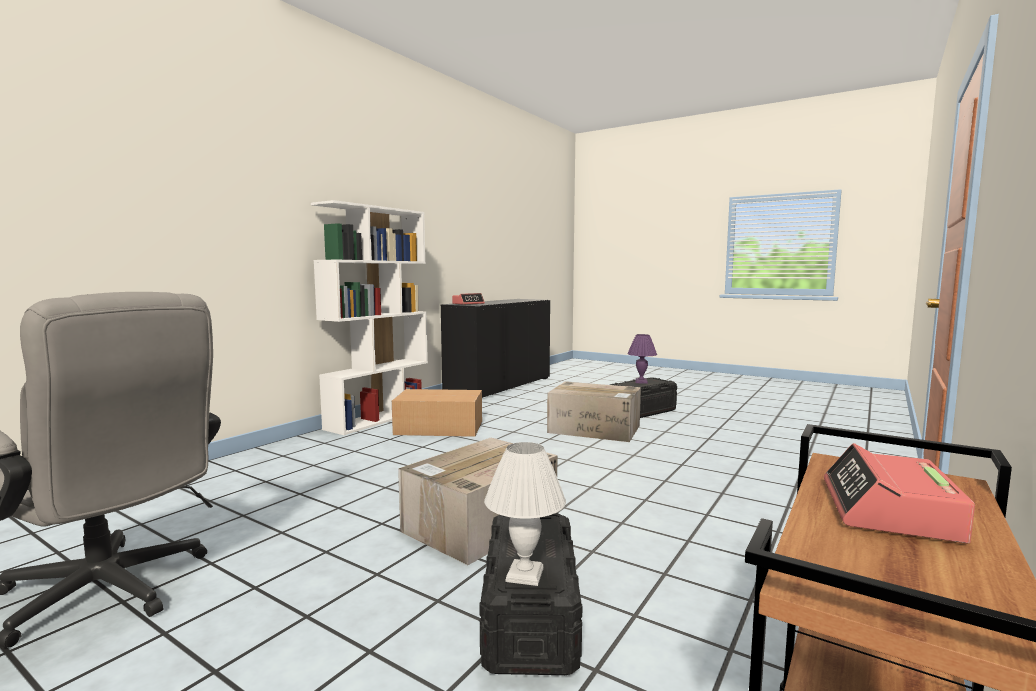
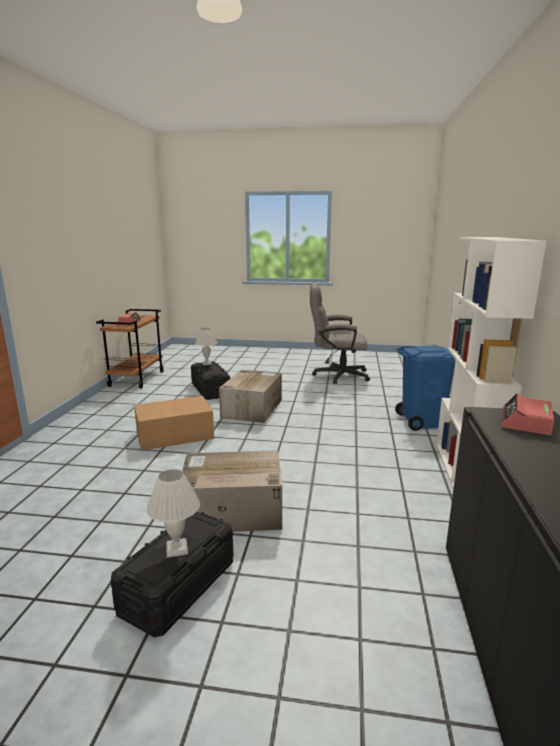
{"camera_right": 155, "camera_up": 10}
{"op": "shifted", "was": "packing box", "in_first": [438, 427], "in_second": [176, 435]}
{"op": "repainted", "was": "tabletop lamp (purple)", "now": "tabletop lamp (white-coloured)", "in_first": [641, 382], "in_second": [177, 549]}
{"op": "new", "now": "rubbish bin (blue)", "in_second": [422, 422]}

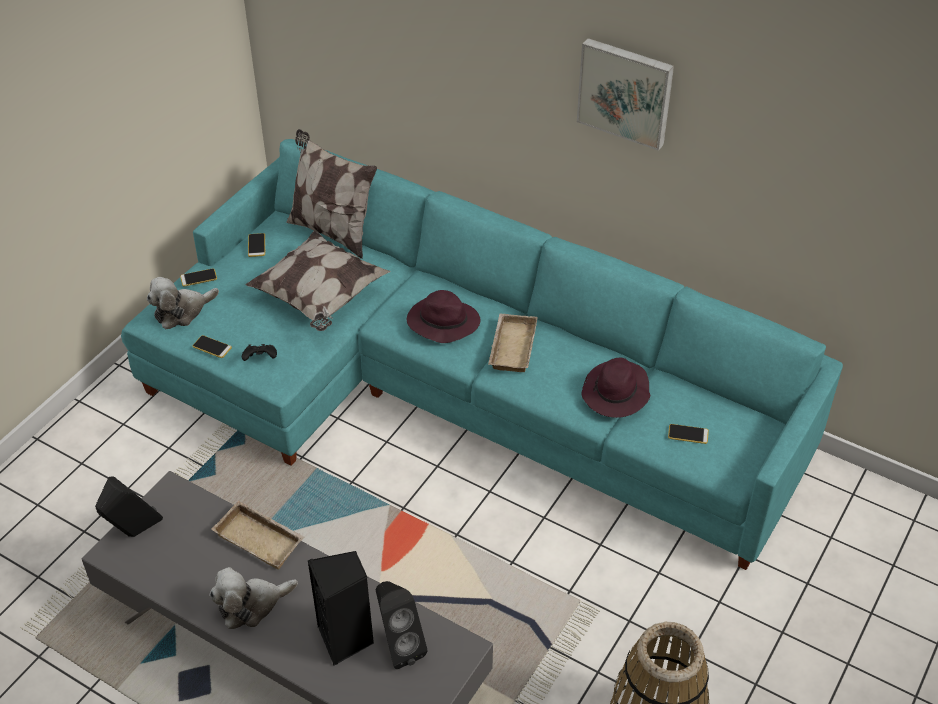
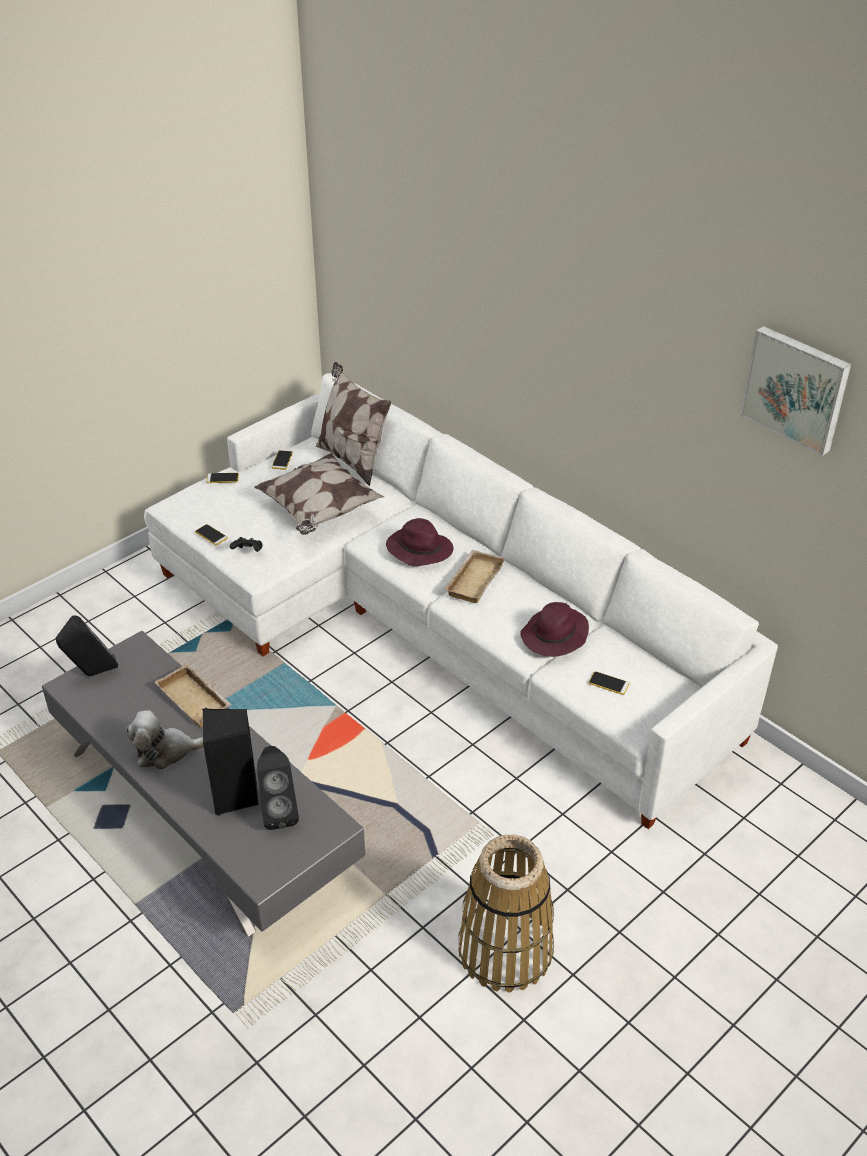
{"camera_right": 15, "camera_up": -5}
{"op": "repainted", "was": "sofa (blue-green)", "now": "sofa (white-coloured)", "in_first": [454, 390], "in_second": [432, 621]}
{"op": "gone", "was": "plush toy", "in_first": [182, 311]}
{"op": "shifted", "was": "wall picture", "in_first": [626, 92], "in_second": [796, 388]}

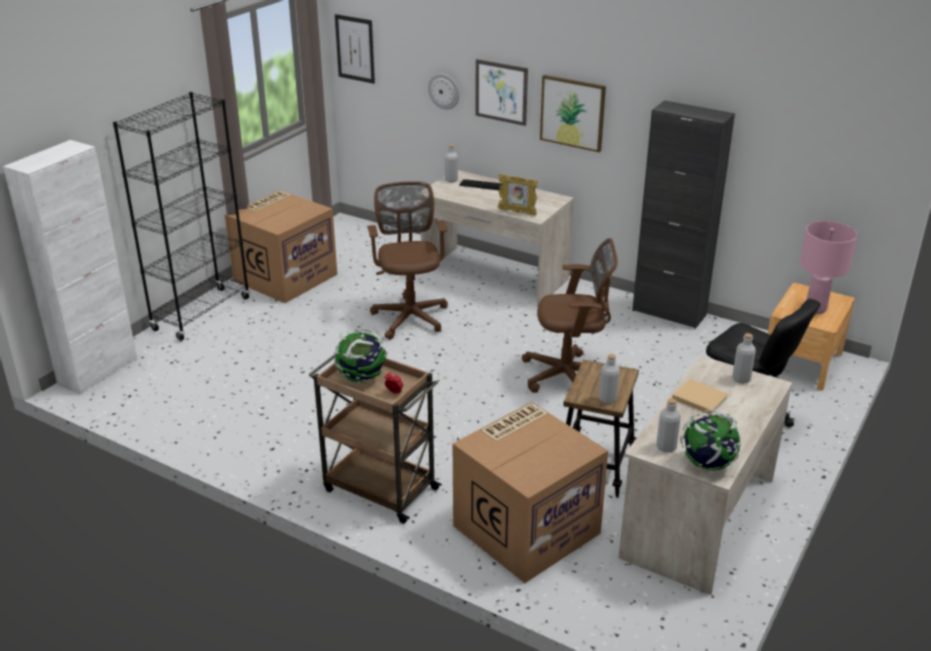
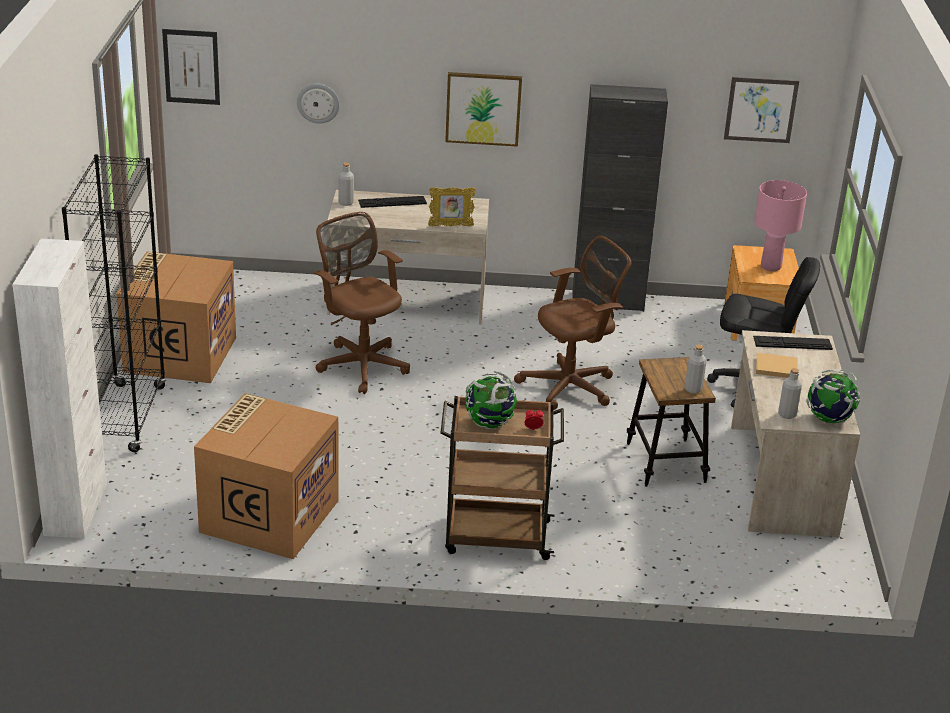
{"camera_right": -30, "camera_up": 0}
{"op": "shifted", "was": "packing box", "in_first": [526, 527], "in_second": [269, 515]}
{"op": "shifted", "was": "wall picture", "in_first": [501, 92], "in_second": [760, 109]}
{"op": "swapped", "was": "bottle (gray)", "now": "PC keyboard", "in_first": [741, 379], "in_second": [792, 343]}

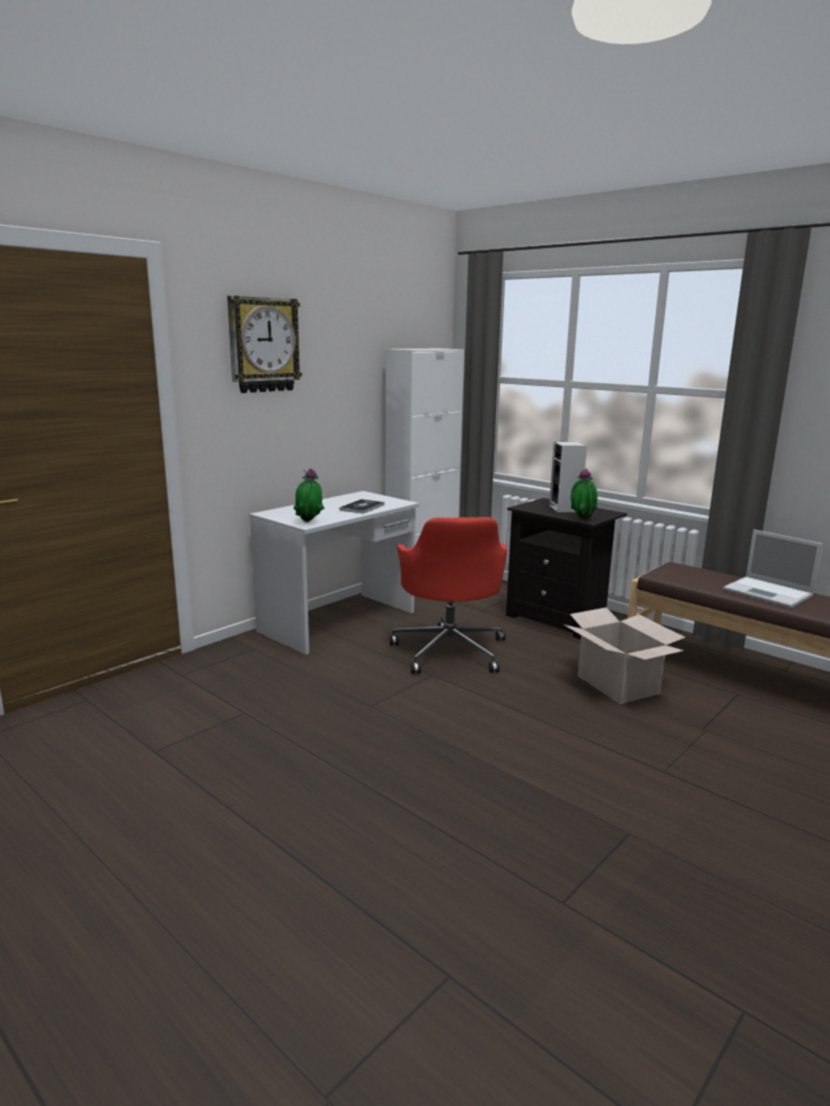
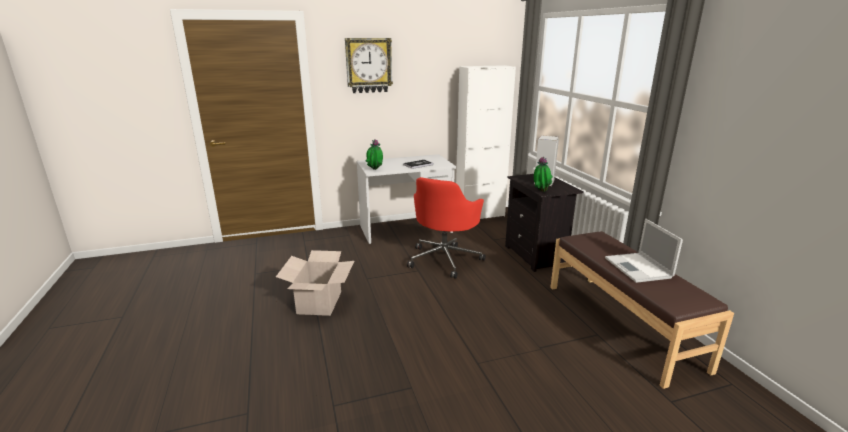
{"camera_right": 30, "camera_up": 5}
{"op": "shifted", "was": "packing box", "in_first": [617, 685], "in_second": [319, 302]}

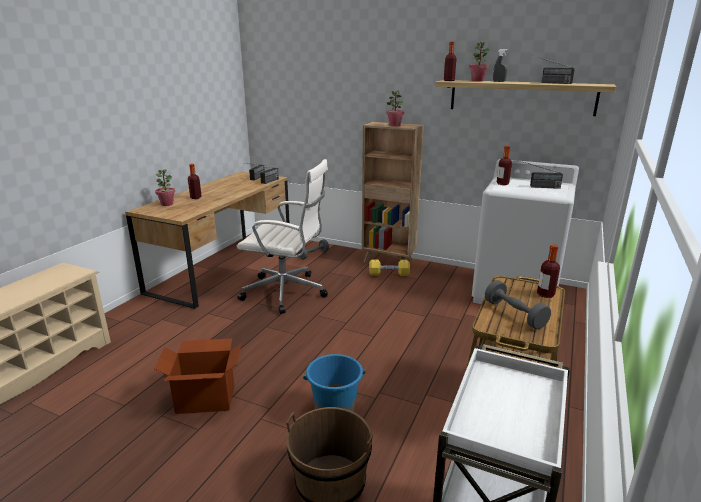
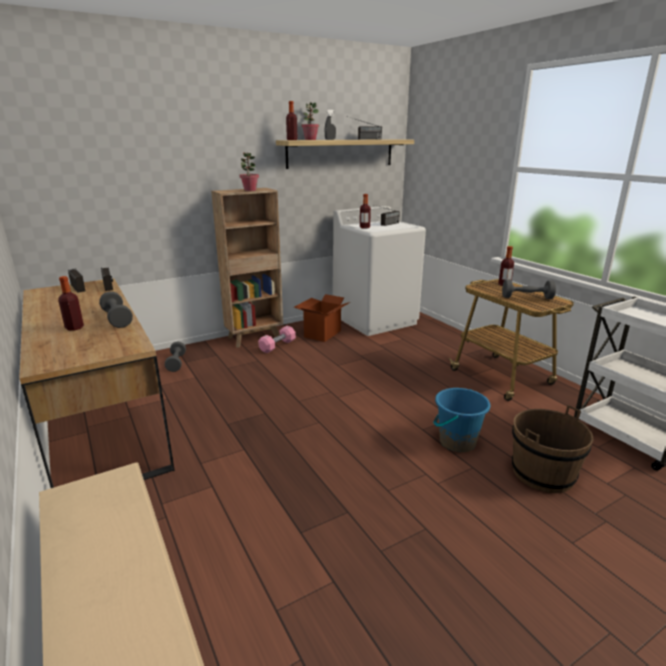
{"camera_right": -55, "camera_up": 0}
{"op": "gone", "was": "plant in a pot", "in_first": [167, 204]}
{"op": "shifted", "was": "packing box", "in_first": [205, 399], "in_second": [322, 334]}
{"op": "gone", "was": "desk chair (white-coloured)", "in_first": [287, 292]}
{"op": "repainted", "was": "free weight (yellowish)", "now": "free weight (pinkish)", "in_first": [389, 274], "in_second": [277, 346]}
{"op": "new", "now": "free weight (gray)", "in_second": [117, 319]}

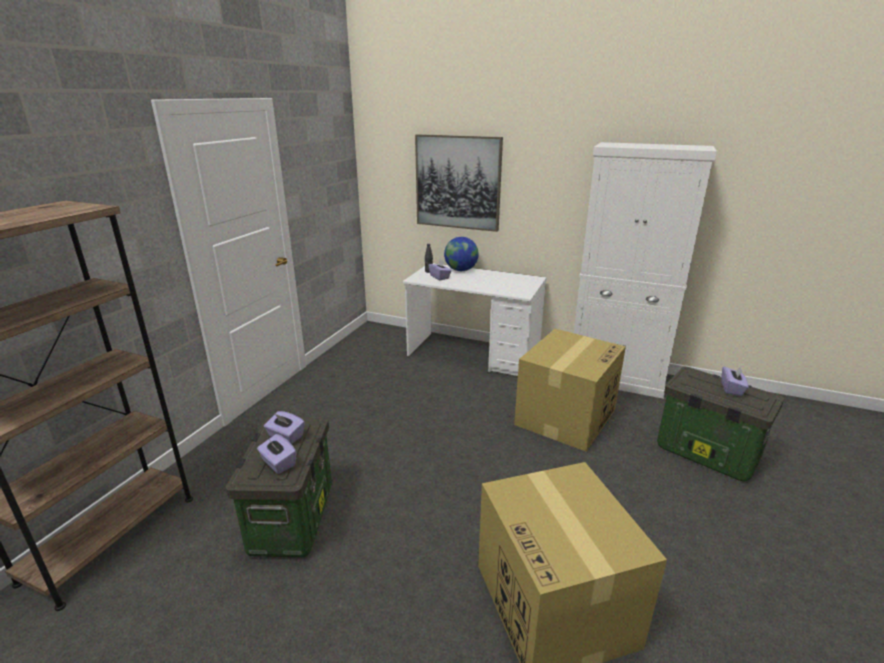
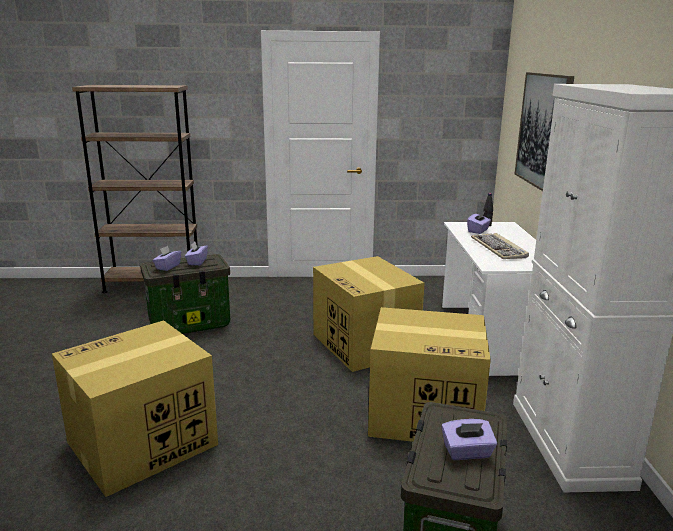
{"camera_right": 65, "camera_up": -5}
{"op": "gone", "was": "desk globe", "in_first": [461, 270]}
{"op": "new", "now": "packing box", "in_second": [366, 344]}
{"op": "new", "now": "PC keyboard", "in_second": [499, 248]}

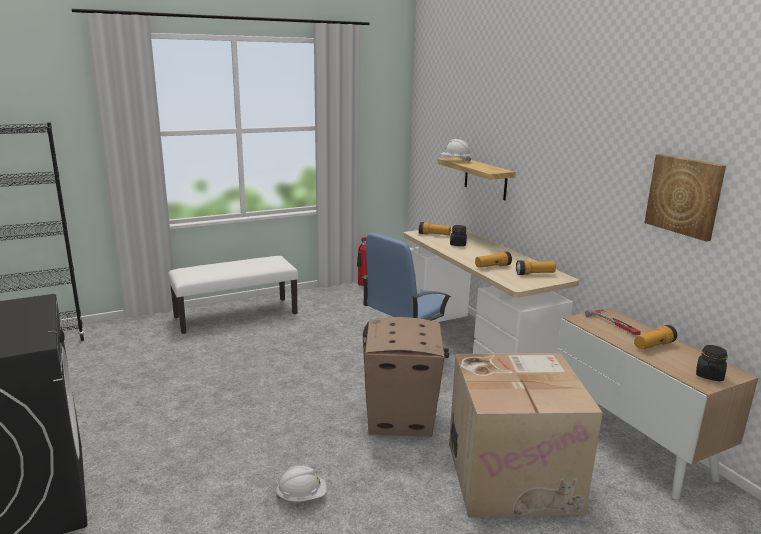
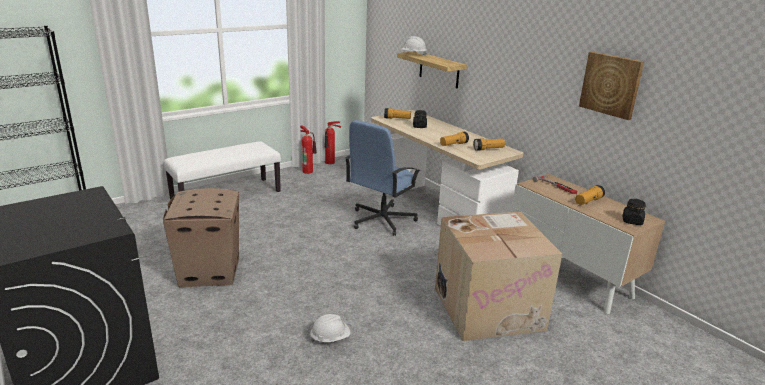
{"camera_right": -10, "camera_up": 5}
{"op": "shifted", "was": "packing box", "in_first": [400, 419], "in_second": [209, 272]}
{"op": "new", "now": "fire-fighting cylinder", "in_second": [308, 171]}

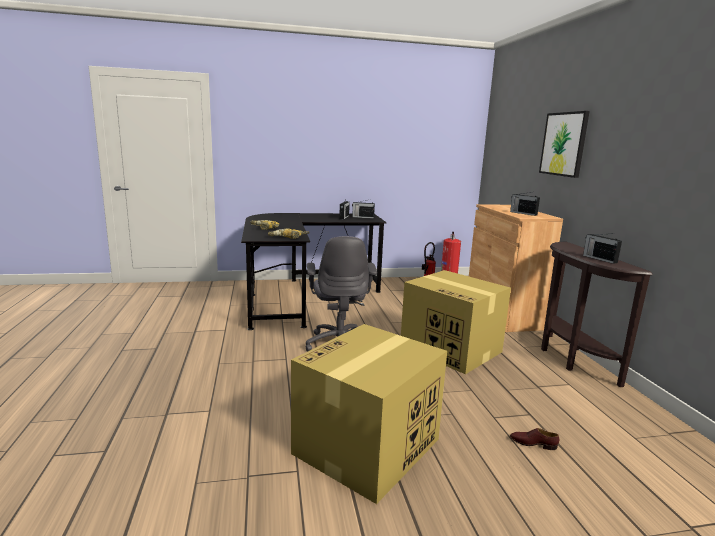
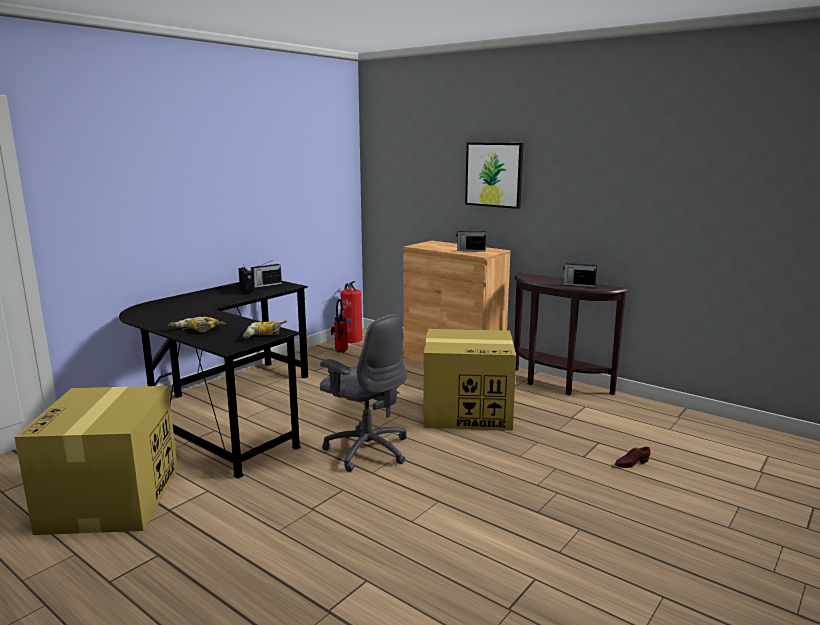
{"camera_right": -40, "camera_up": 0}
{"op": "shifted", "was": "packing box", "in_first": [366, 447], "in_second": [111, 500]}

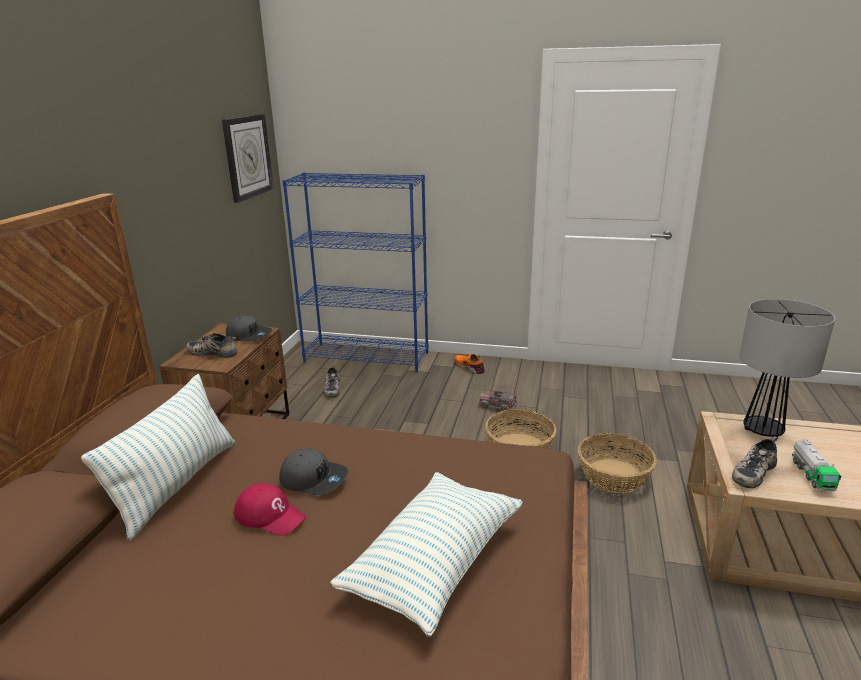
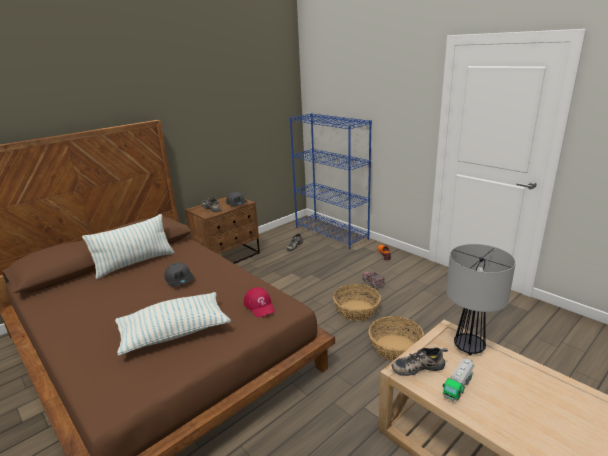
{"camera_right": 35, "camera_up": 0}
{"op": "gone", "was": "hanging clock", "in_first": [247, 156]}
{"op": "shifted", "was": "cap (reddish)", "in_first": [270, 515], "in_second": [260, 306]}

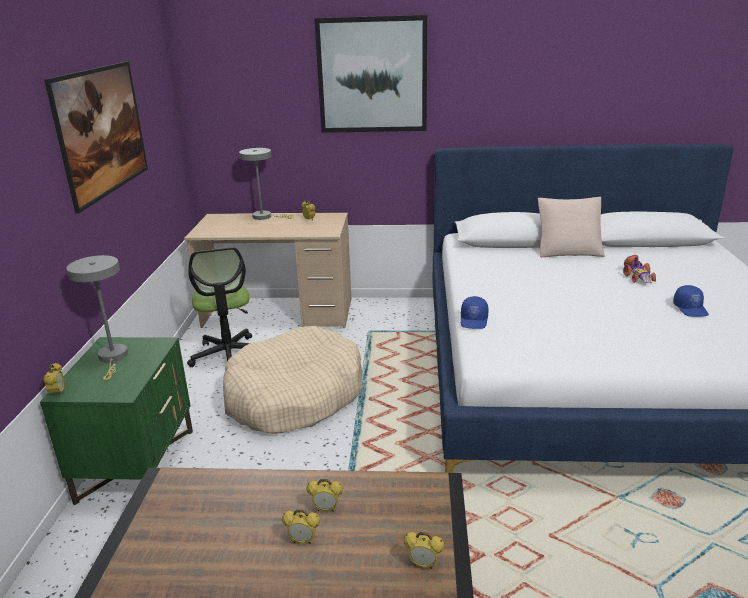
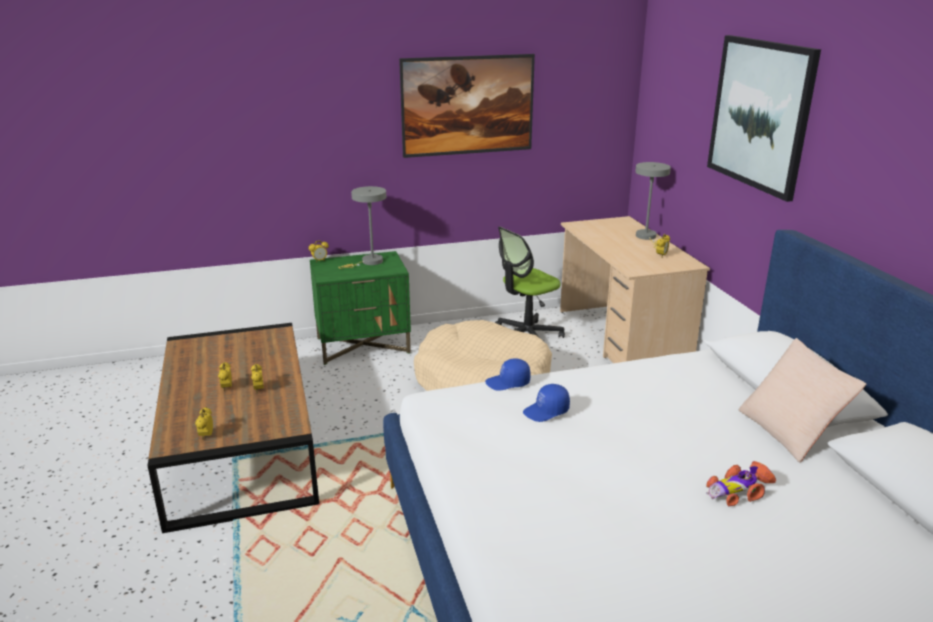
{"camera_right": 70, "camera_up": 0}
{"op": "shifted", "was": "cap (blue)", "in_first": [691, 309], "in_second": [546, 411]}

